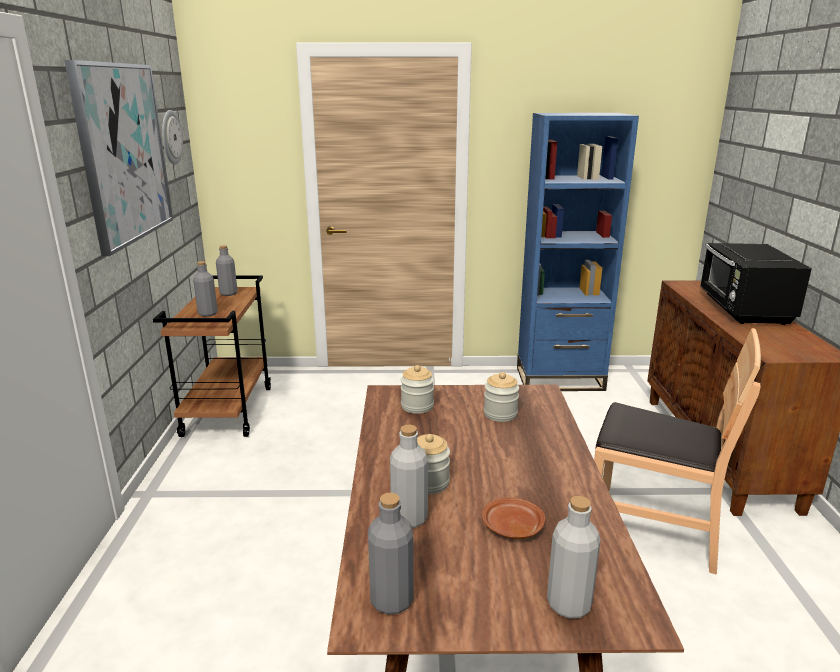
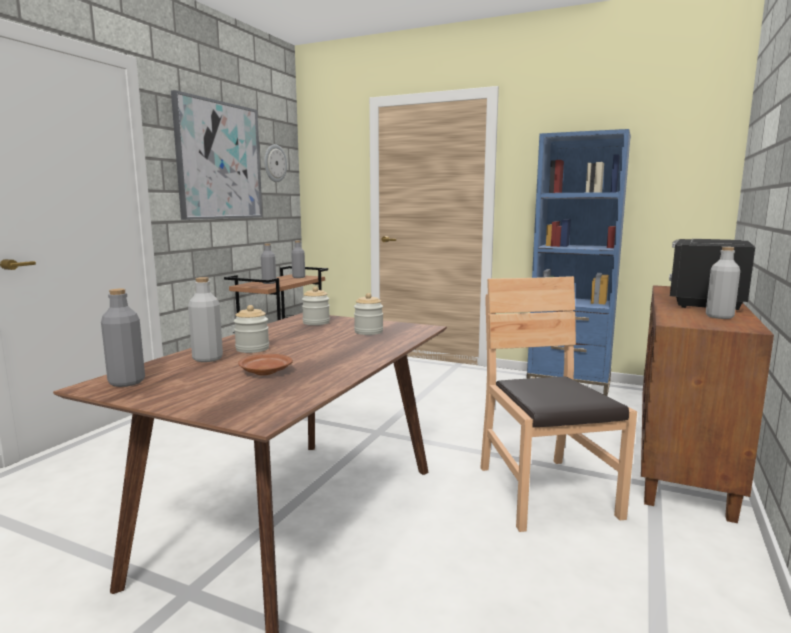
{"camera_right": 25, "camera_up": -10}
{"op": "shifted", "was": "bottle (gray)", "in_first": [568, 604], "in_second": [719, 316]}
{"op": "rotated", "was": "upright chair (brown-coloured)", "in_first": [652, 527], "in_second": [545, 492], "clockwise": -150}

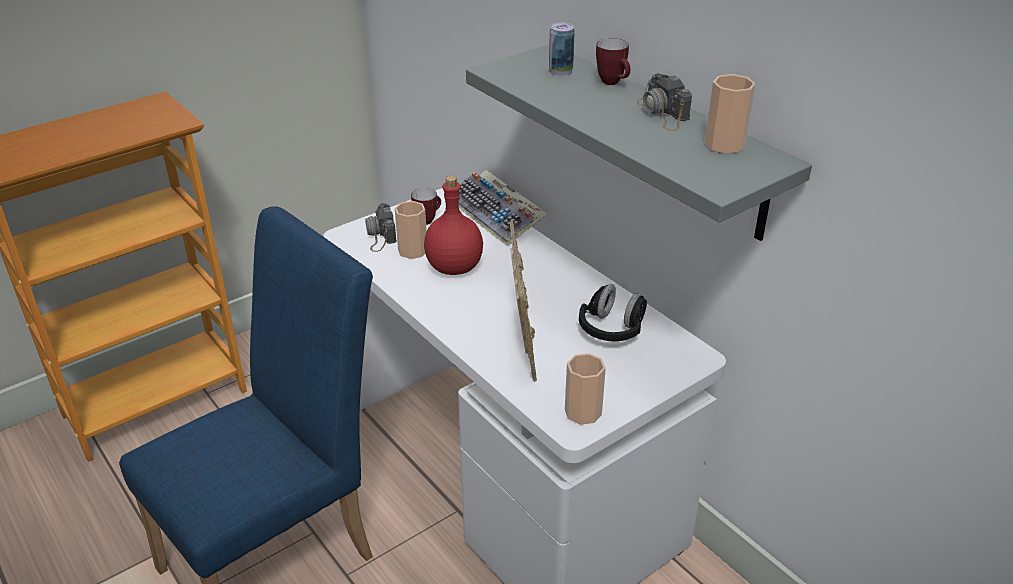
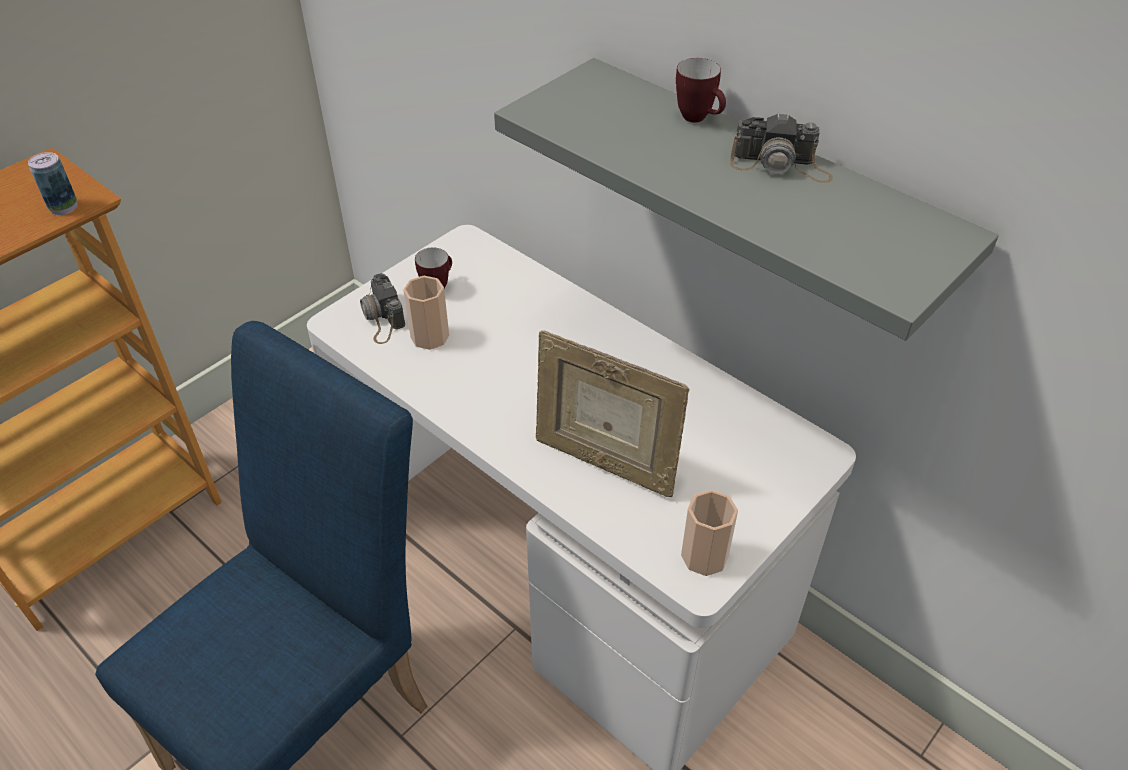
{"camera_right": -10, "camera_up": 10}
{"op": "gone", "was": "bottle (reddish)", "in_first": [454, 268]}
{"op": "gone", "was": "PC keyboard", "in_first": [497, 215]}
{"op": "rotated", "was": "photo frame", "in_first": [522, 344], "in_second": [604, 462], "clockwise": 135}
{"op": "shifted", "was": "sealed can", "in_first": [560, 71], "in_second": [63, 207]}
{"op": "gone", "was": "headset (blackish)", "in_first": [612, 329]}
{"op": "rotated", "was": "photo camera", "in_first": [663, 113], "in_second": [780, 165], "clockwise": -45}
{"op": "gone", "was": "small cup", "in_first": [724, 144]}

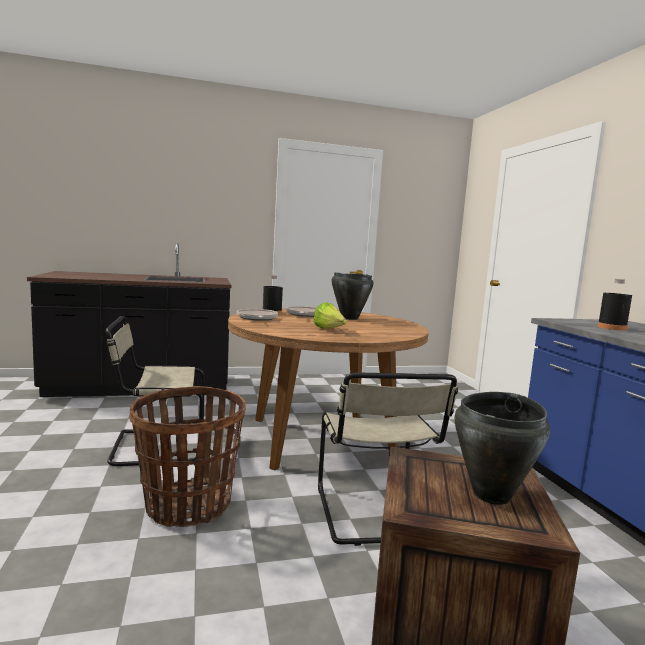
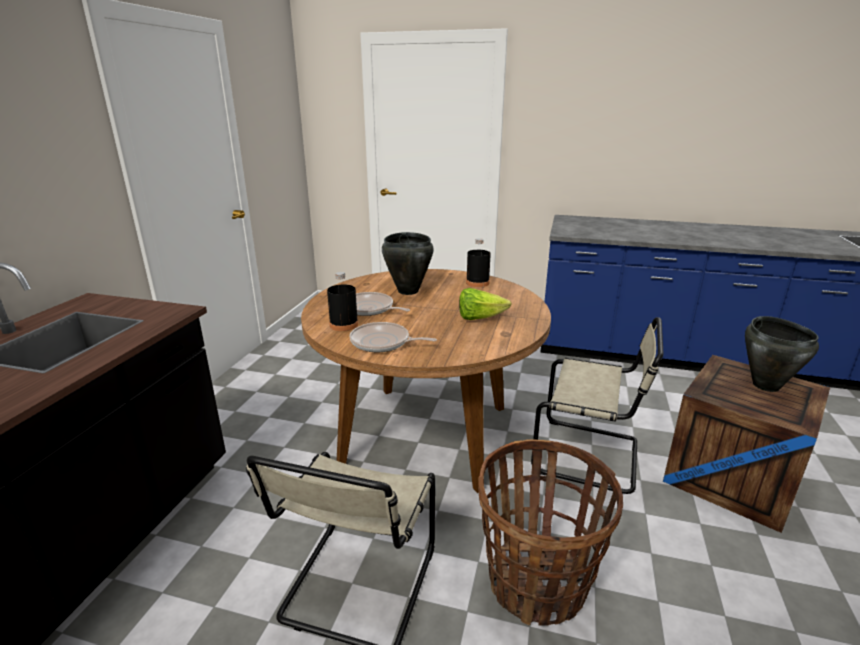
{"camera_right": -60, "camera_up": 15}
{"op": "shifted", "was": "bottle (blackish)", "in_first": [612, 328], "in_second": [477, 283]}

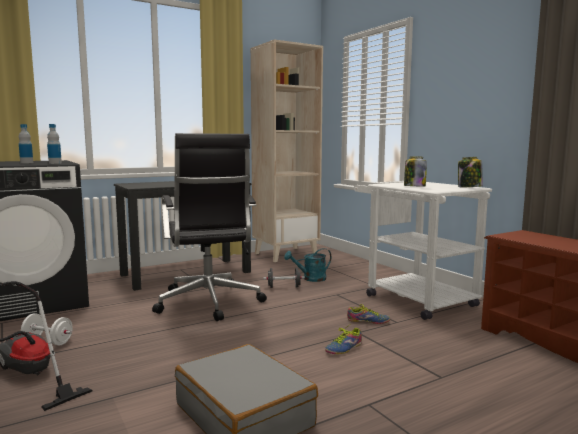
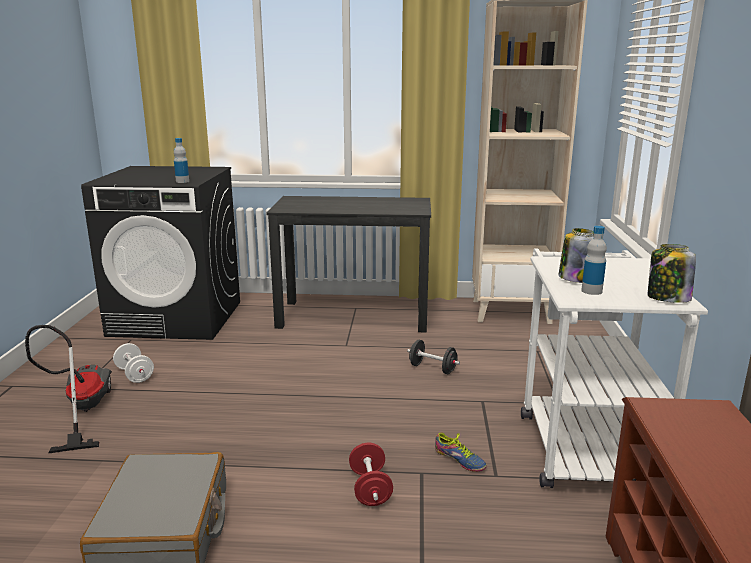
{"camera_right": 35, "camera_up": 10}
{"op": "shifted", "was": "bottle", "in_first": [26, 163], "in_second": [591, 291]}
{"op": "gone", "was": "desk chair (blackish)", "in_first": [209, 303]}
{"op": "gone", "was": "watering pot (blue-green)", "in_first": [310, 279]}
{"op": "swapped", "was": "item of footwear", "now": "free weight (reddish)", "in_first": [342, 348], "in_second": [370, 489]}

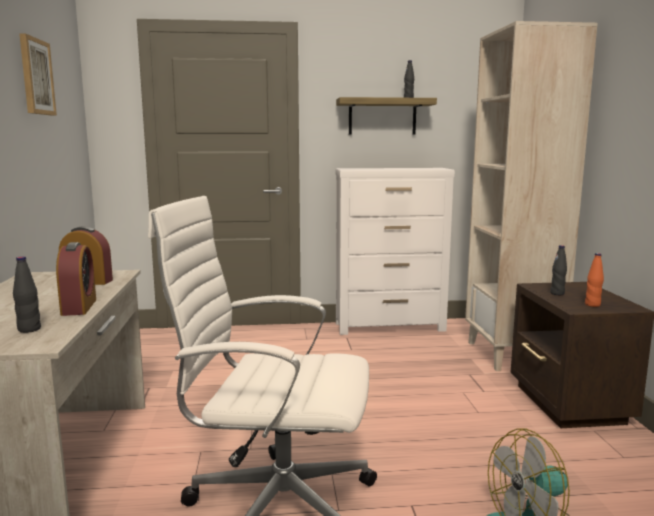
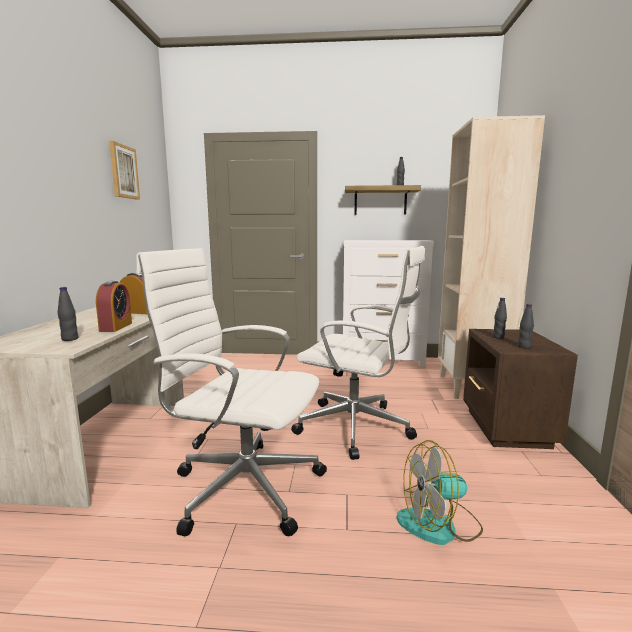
{"camera_right": 10, "camera_up": 0}
{"op": "repainted", "was": "bottle (orange-coloured)", "now": "bottle (blackish)", "in_first": [592, 305], "in_second": [524, 347]}
{"op": "new", "now": "desk chair (white-coloured)", "in_second": [358, 428]}

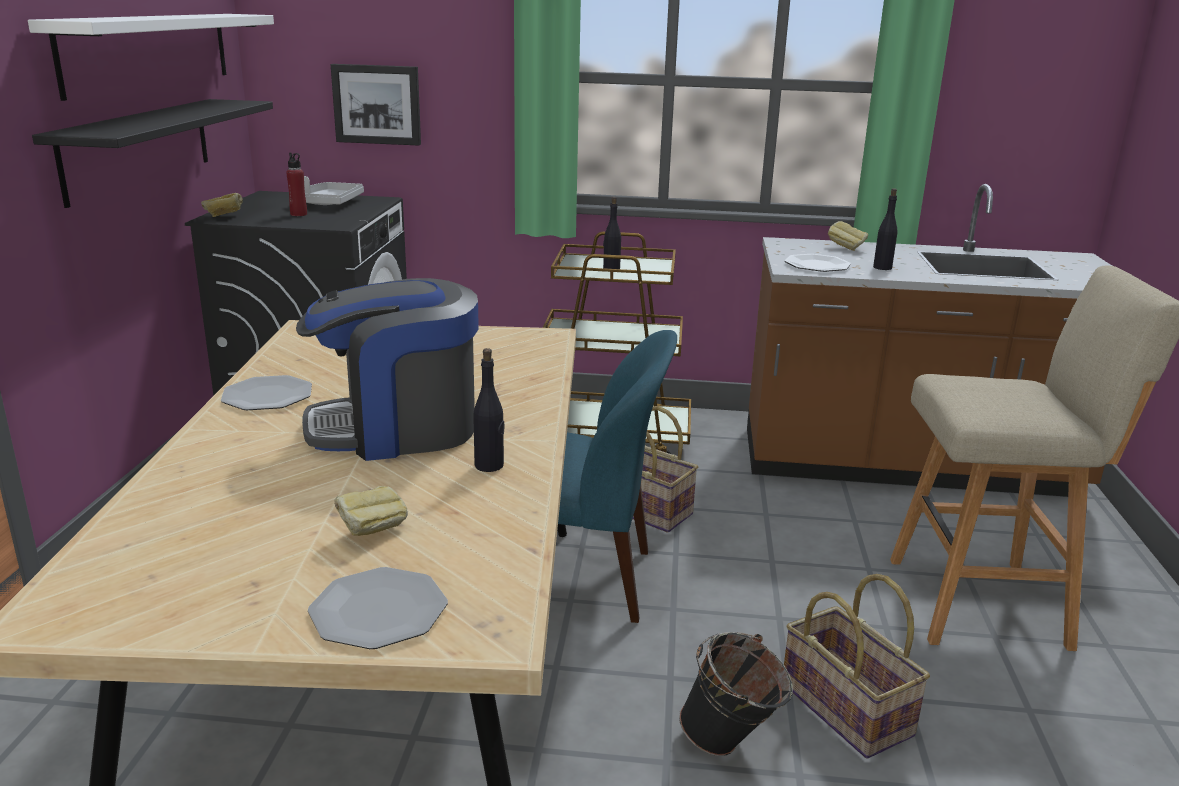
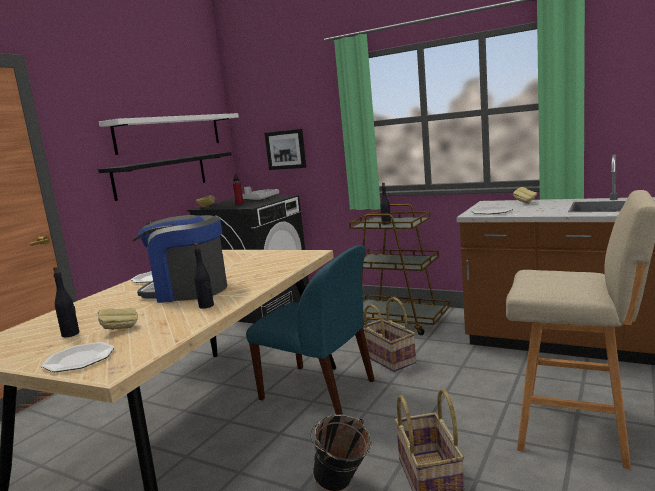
{"camera_right": 25, "camera_up": -10}
{"op": "shifted", "was": "bottle (blackish)", "in_first": [882, 267], "in_second": [71, 334]}

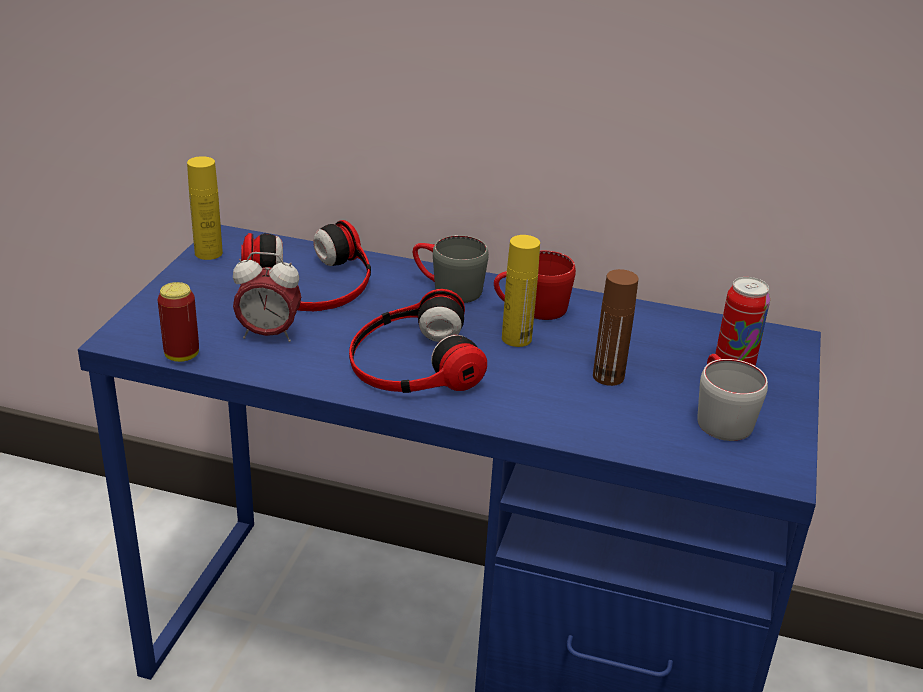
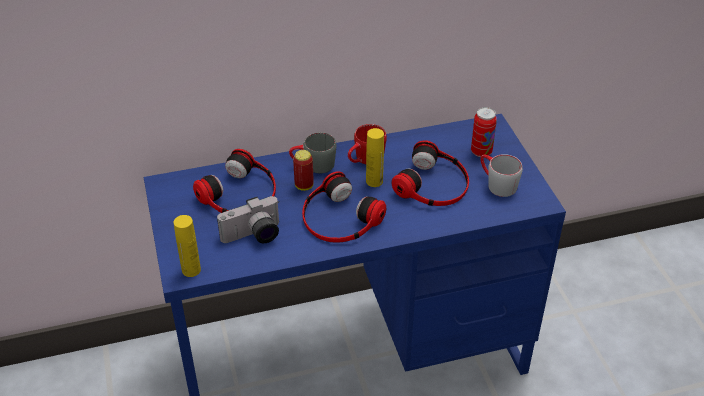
{"camera_right": -30, "camera_up": 10}
{"op": "shifted", "was": "sealed can", "in_first": [182, 355], "in_second": [304, 186]}
{"op": "shifted", "was": "bottle (yellowish)", "in_first": [208, 253], "in_second": [191, 270]}
{"op": "swapped", "was": "alarm clock", "now": "photo camera", "in_first": [268, 334], "in_second": [253, 236]}
{"op": "swapped", "was": "bottle (brown-coloured)", "now": "headset", "in_first": [608, 376], "in_second": [433, 184]}

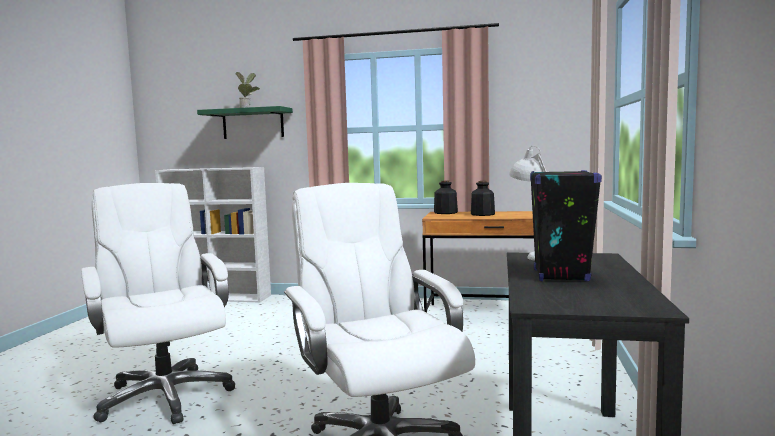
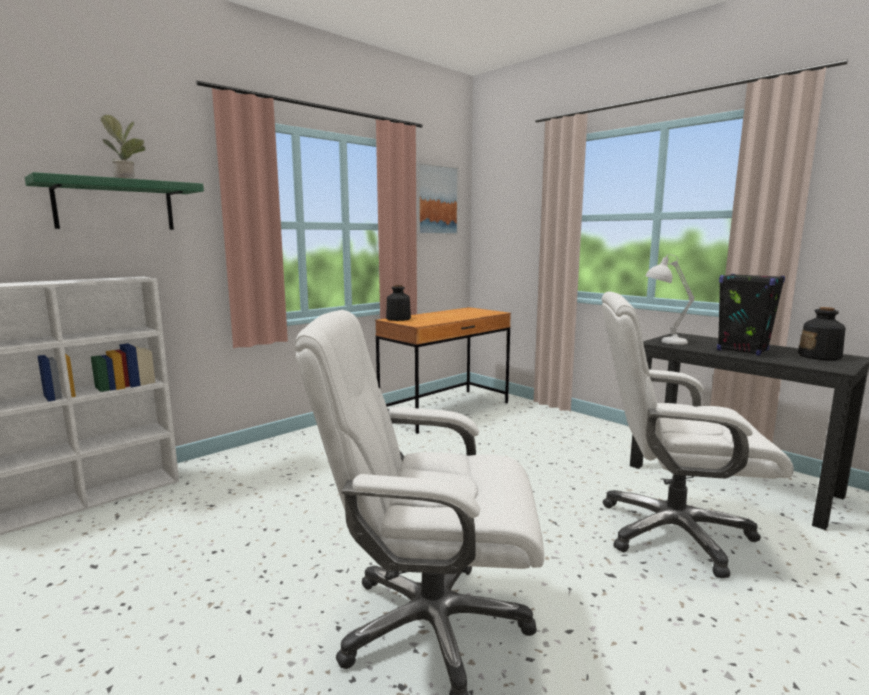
{"camera_right": -55, "camera_up": 5}
{"op": "shifted", "was": "bottle", "in_first": [482, 214], "in_second": [820, 356]}
{"op": "new", "now": "wall picture", "in_second": [435, 200]}

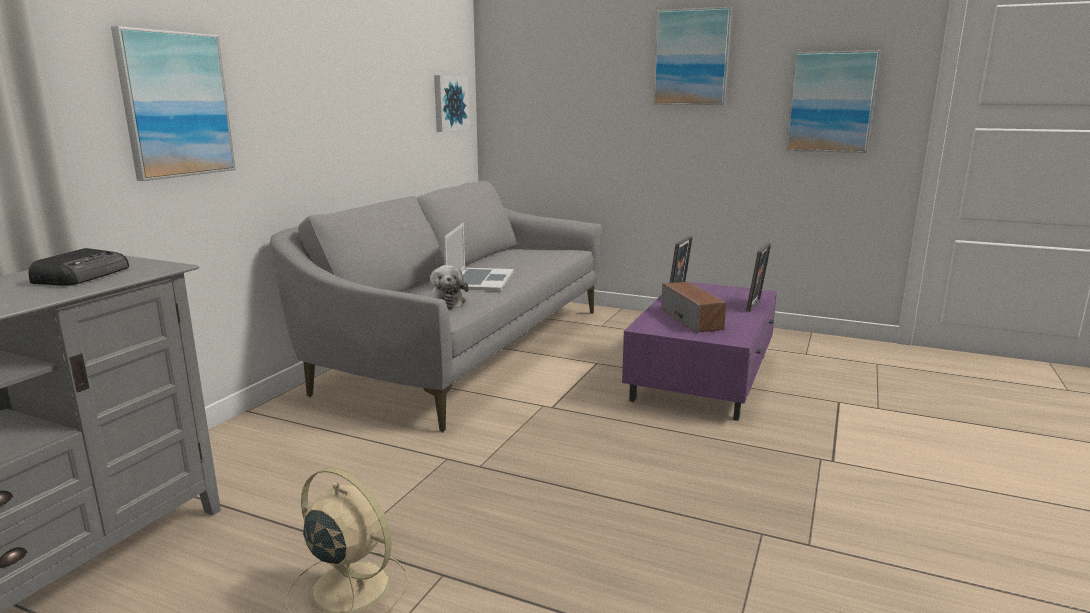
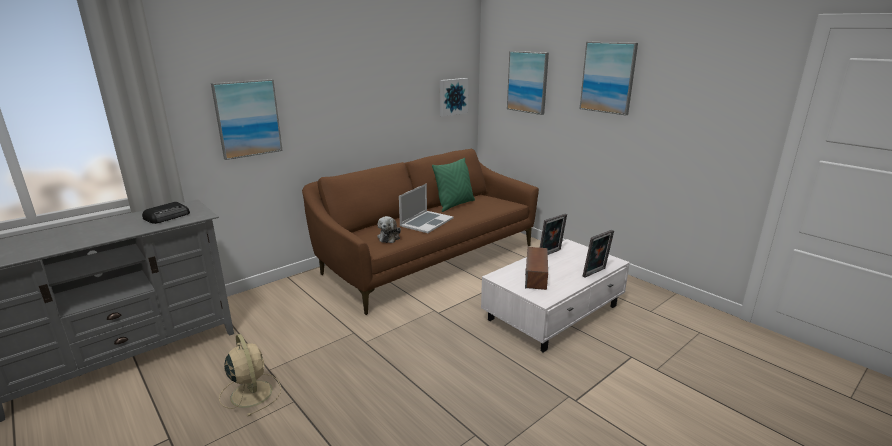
{"camera_right": 25, "camera_up": 5}
{"op": "repainted", "was": "sofa (gray)", "now": "sofa (brown-coloured)", "in_first": [465, 349], "in_second": [427, 259]}
{"op": "repainted", "was": "coffee table (purple)", "now": "coffee table (white-coloured)", "in_first": [703, 376], "in_second": [554, 312]}
{"op": "shifted", "was": "wall picture", "in_first": [831, 102], "in_second": [527, 82]}
{"op": "new", "now": "cushion (green-coloured)", "in_second": [454, 205]}

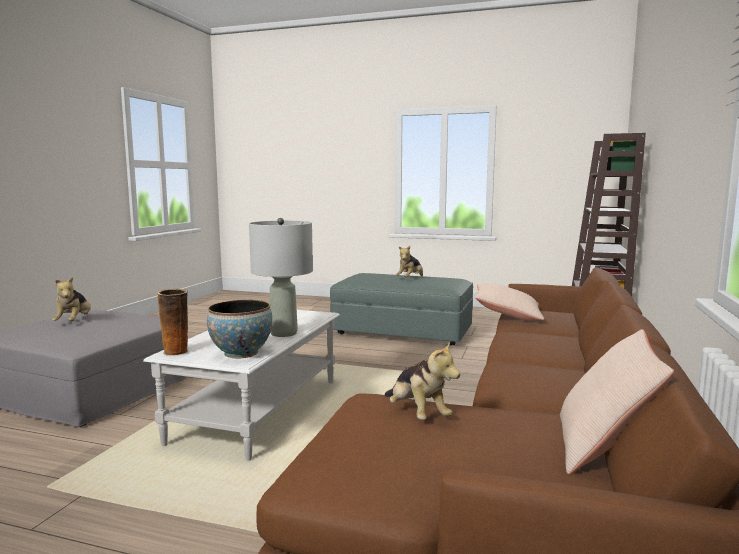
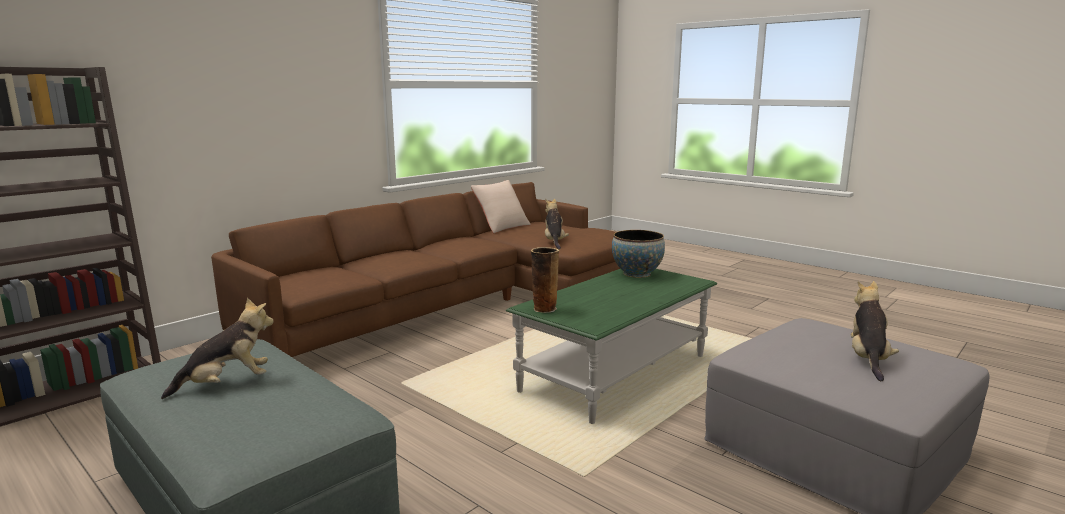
{"camera_right": -155, "camera_up": 5}
{"op": "repainted", "was": "coffee table (white-coloured)", "now": "coffee table (green-coloured)", "in_first": [258, 410], "in_second": [615, 373]}
{"op": "shifted", "was": "vase", "in_first": [176, 352], "in_second": [544, 308]}
{"op": "gone", "was": "tabletop lamp (gray)", "in_first": [284, 333]}
{"op": "gone", "was": "cushion (beige)", "in_first": [507, 314]}

